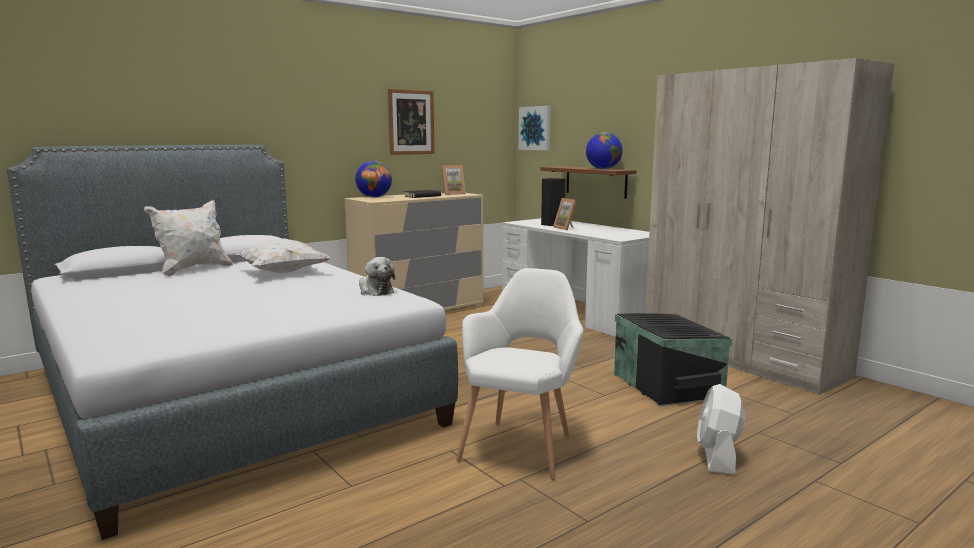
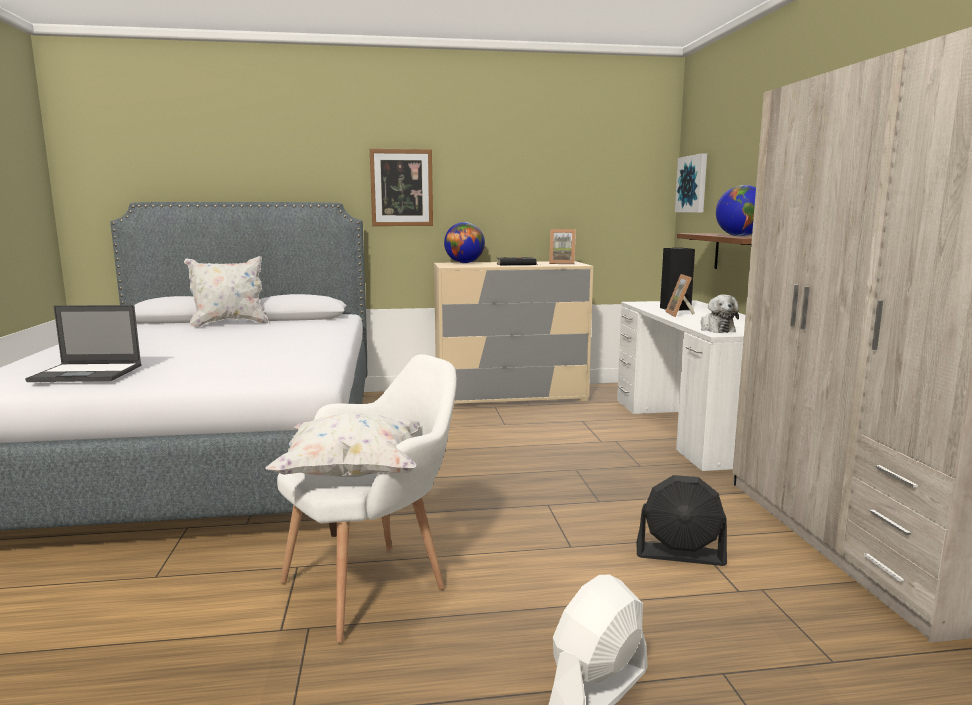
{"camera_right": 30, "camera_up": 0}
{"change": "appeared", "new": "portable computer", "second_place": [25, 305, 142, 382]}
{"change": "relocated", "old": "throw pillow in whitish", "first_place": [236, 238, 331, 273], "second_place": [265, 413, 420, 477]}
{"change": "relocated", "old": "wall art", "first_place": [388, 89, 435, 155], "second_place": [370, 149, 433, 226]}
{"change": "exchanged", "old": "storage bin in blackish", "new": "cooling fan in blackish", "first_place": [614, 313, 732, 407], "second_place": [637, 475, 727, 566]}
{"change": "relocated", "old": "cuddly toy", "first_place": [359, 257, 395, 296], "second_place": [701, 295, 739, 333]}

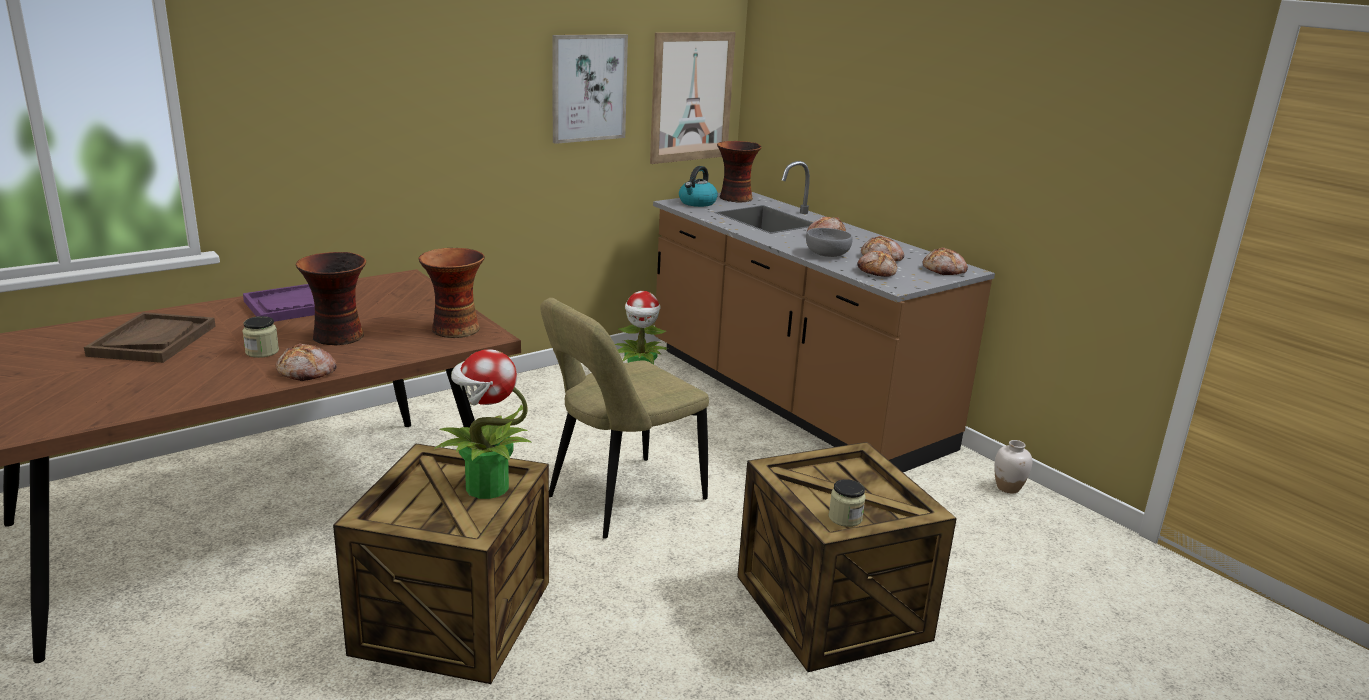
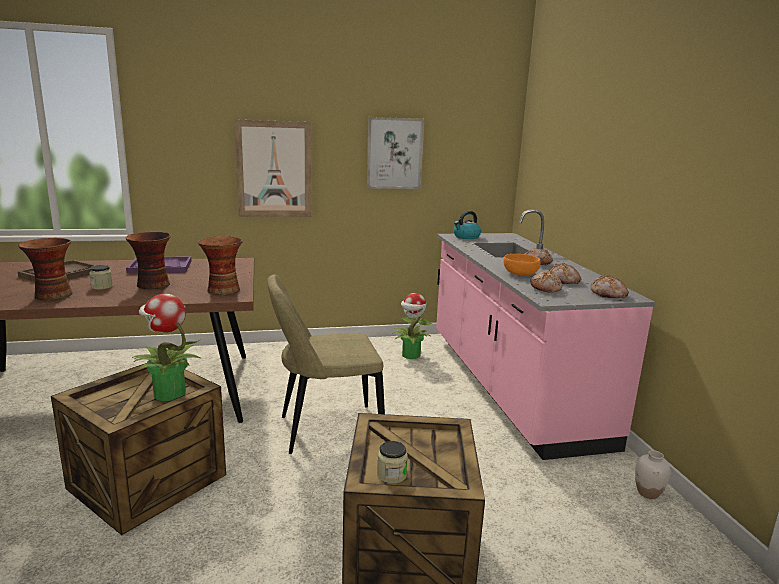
{"camera_right": 25, "camera_up": -5}
{"change": "relocated", "old": "flower vase", "first_place": [717, 141, 762, 202], "second_place": [18, 238, 73, 301]}
{"change": "relocated", "old": "wall art", "first_place": [650, 32, 736, 164], "second_place": [234, 119, 311, 217]}
{"change": "colour", "old": "counter in brown-coloured", "new": "counter in pink-coloured", "first_place": [653, 161, 995, 472], "second_place": [436, 209, 655, 460]}
{"change": "colour", "old": "deep dish in grey", "new": "deep dish in orange", "first_place": [806, 228, 853, 257], "second_place": [503, 254, 541, 276]}
{"change": "missing", "old": "bakery bread", "first_place": [276, 343, 337, 381]}

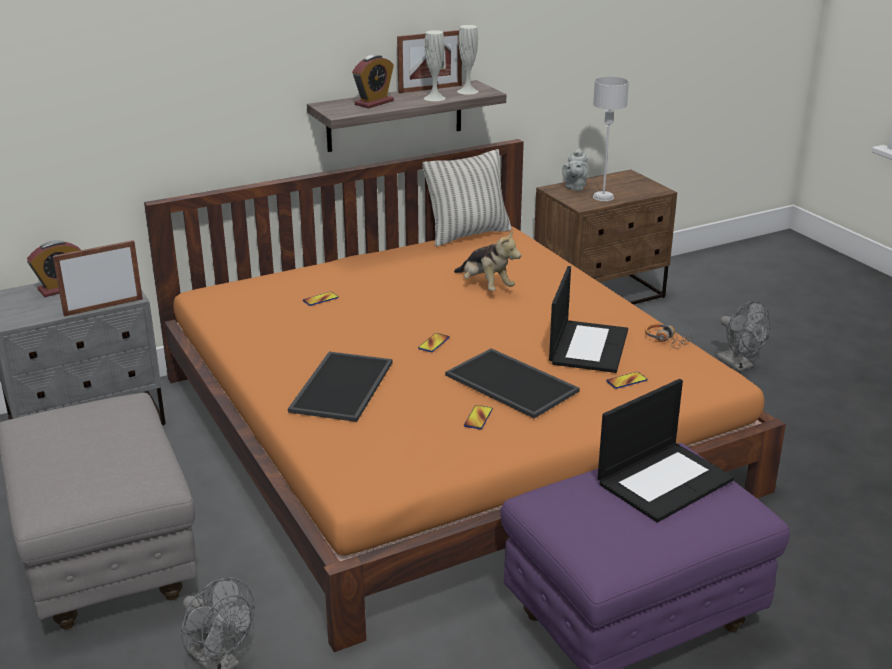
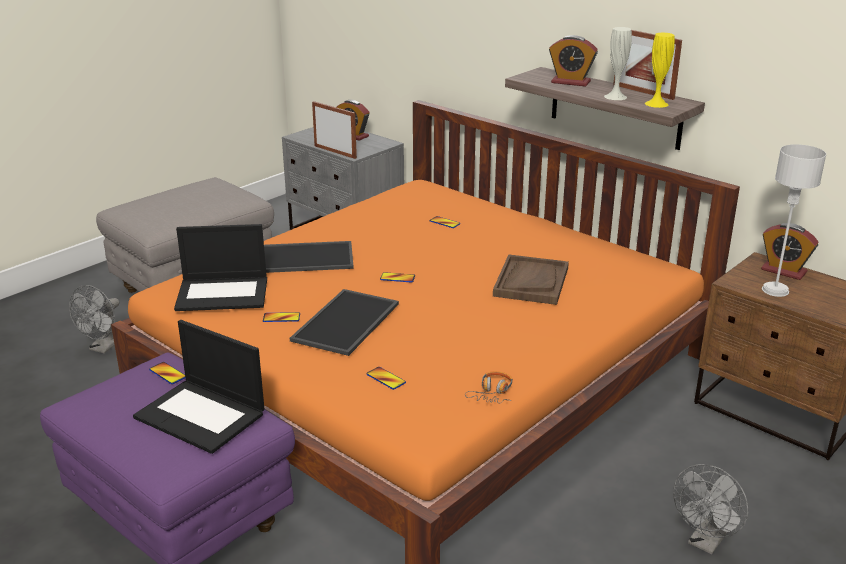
{"camera_right": 70, "camera_up": 0}
{"change": "appeared", "new": "phone", "second_place": [149, 362, 185, 384]}
{"change": "relocated", "old": "portable computer", "first_place": [549, 266, 628, 373], "second_place": [174, 224, 267, 311]}
{"change": "exchanged", "old": "cuddly toy", "new": "serving tray in brown-coloured", "first_place": [454, 229, 521, 291], "second_place": [493, 254, 569, 305]}
{"change": "colour", "old": "flower vase in whitish", "new": "flower vase in yellow-coloured", "first_place": [457, 25, 479, 95], "second_place": [645, 33, 675, 108]}
{"change": "exchanged", "old": "teapot in grey", "new": "bedside clock", "first_place": [562, 148, 589, 191], "second_place": [761, 223, 819, 280]}
{"change": "missing", "old": "throw pillow", "first_place": [423, 149, 512, 246]}

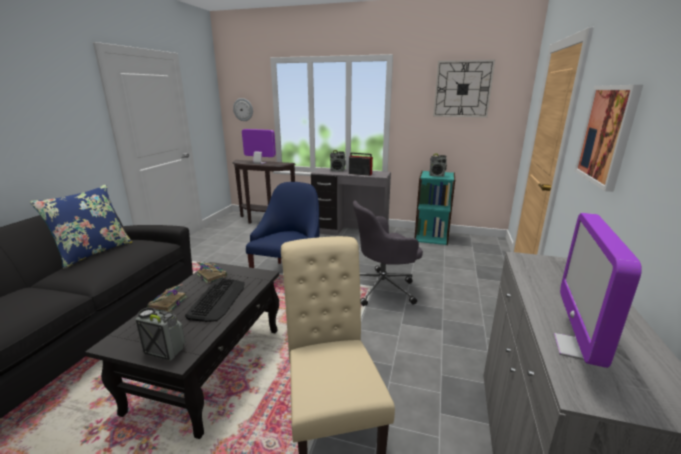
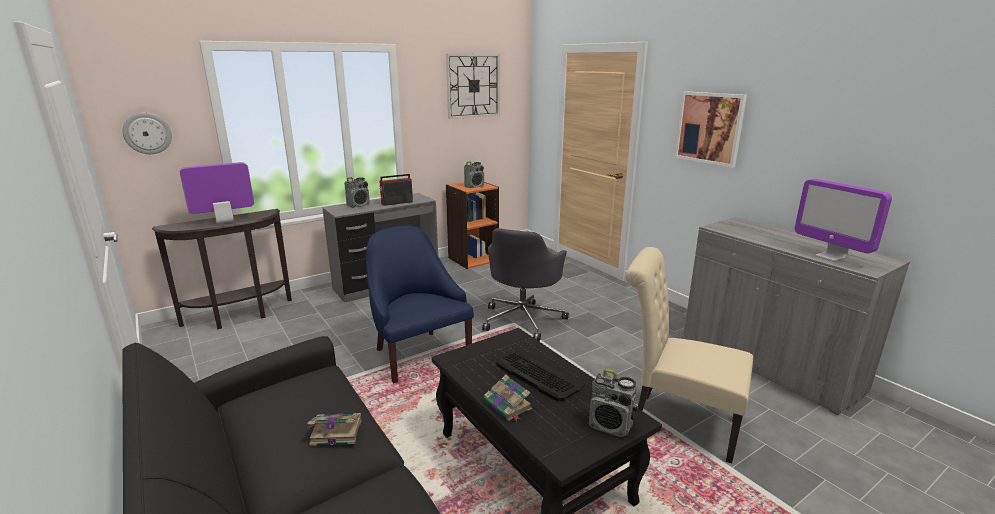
{"camera_right": -50, "camera_up": 0}
{"change": "relocated", "old": "book", "first_place": [197, 262, 227, 284], "second_place": [307, 413, 362, 446]}
{"change": "colour", "old": "bookcase in turquoise", "new": "bookcase in orange", "first_place": [415, 171, 455, 245], "second_place": [446, 182, 499, 269]}
{"change": "spun", "old": "radio set", "first_place": [135, 307, 185, 361], "second_place": [589, 369, 637, 437], "degrees": -120}
{"change": "missing", "old": "throw pillow in blue-coloured", "first_place": [30, 184, 132, 269]}

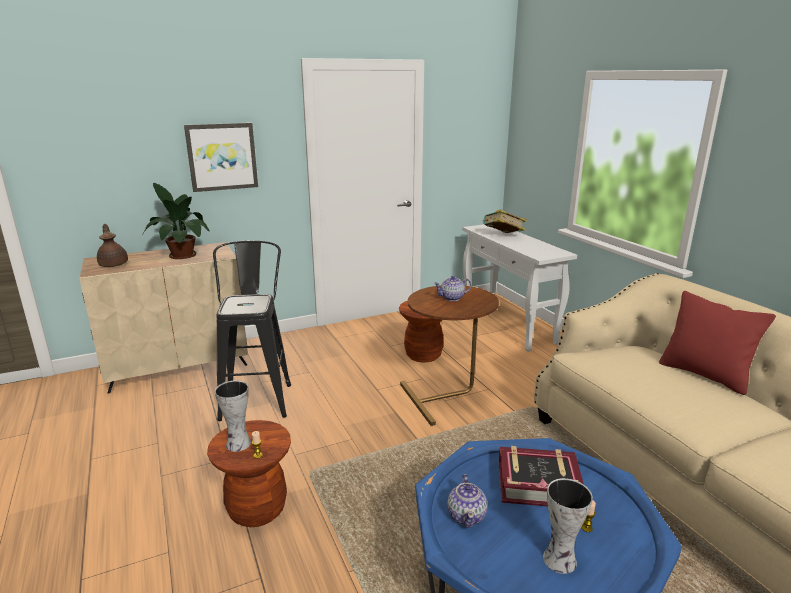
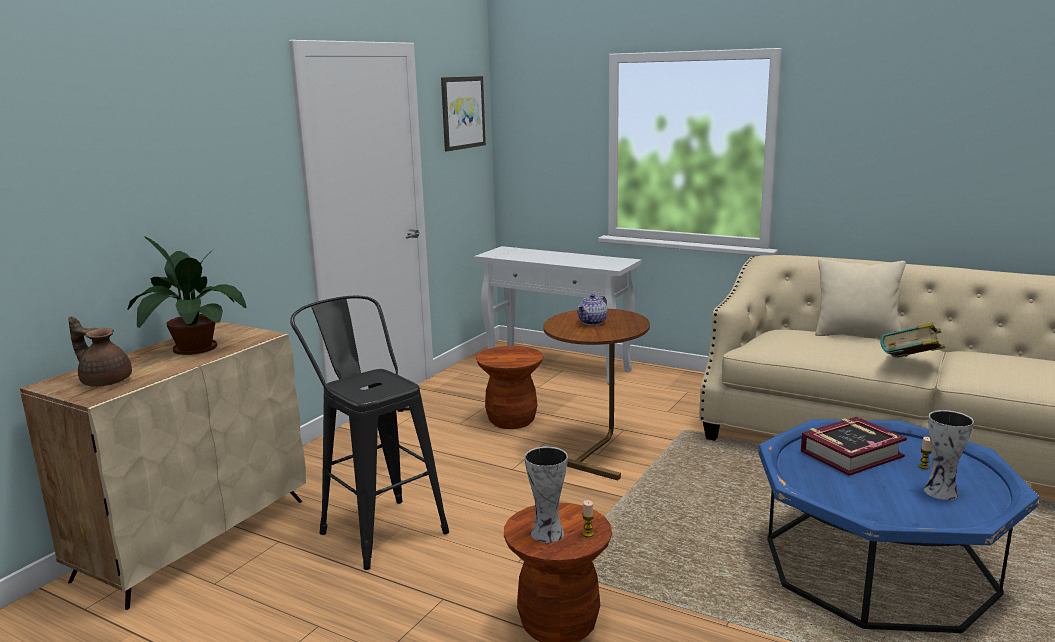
{"camera_right": -35, "camera_up": -5}
{"change": "relocated", "old": "wall art", "first_place": [184, 123, 258, 192], "second_place": [441, 76, 486, 151]}
{"change": "colour", "old": "throw pillow in red-coloured", "new": "throw pillow in beige-coloured", "first_place": [659, 291, 776, 395], "second_place": [815, 259, 906, 336]}
{"change": "relocated", "old": "book", "first_place": [483, 209, 527, 233], "second_place": [880, 322, 946, 358]}
{"change": "missing", "old": "teapot", "first_place": [447, 474, 487, 528]}

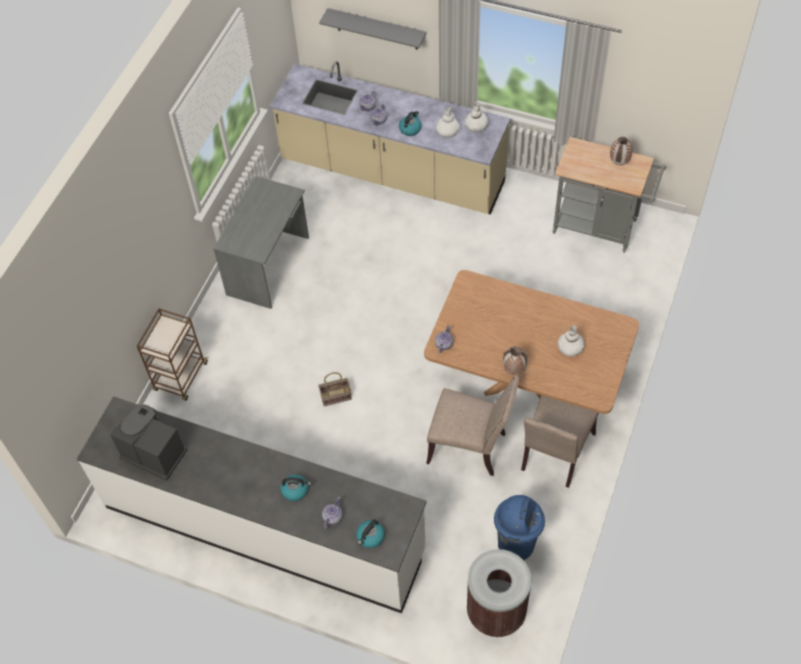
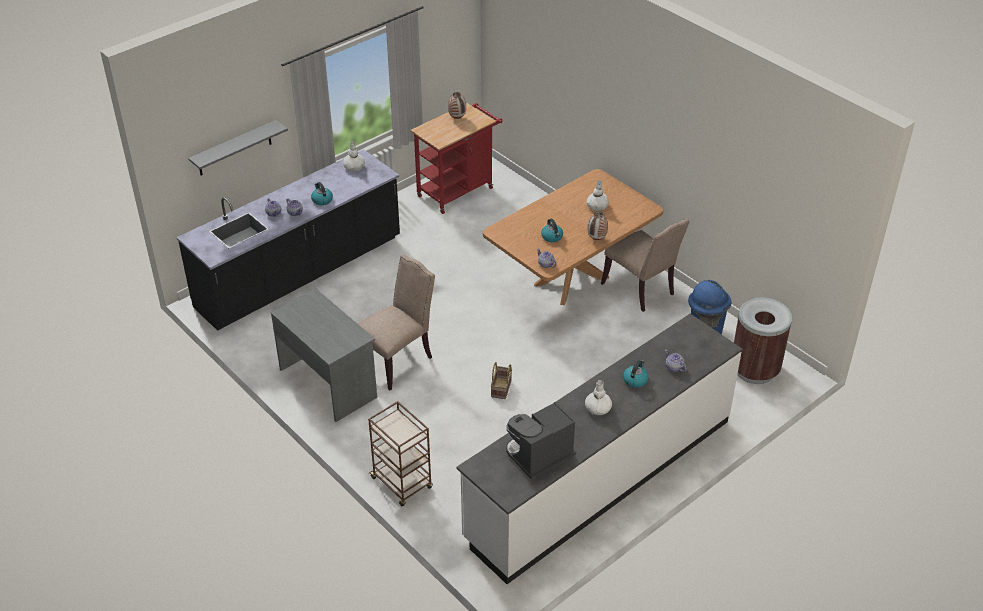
{"camera_right": -65, "camera_up": -15}
{"change": "colour", "old": "counter in beige-coloured", "new": "counter in blackish", "first_place": [269, 61, 510, 215], "second_place": [177, 149, 400, 331]}
{"change": "relocated", "old": "plain chair in beige-coloured", "first_place": [426, 376, 520, 476], "second_place": [358, 254, 435, 390]}
{"change": "colour", "old": "cart in grey", "new": "cart in red-coloured", "first_place": [553, 137, 666, 253], "second_place": [410, 103, 502, 214]}
{"change": "relocated", "old": "tea kettle", "first_place": [356, 519, 385, 548], "second_place": [541, 219, 563, 242]}
{"change": "relocated", "old": "flower vase in whitish", "first_place": [436, 106, 460, 138], "second_place": [585, 380, 612, 415]}

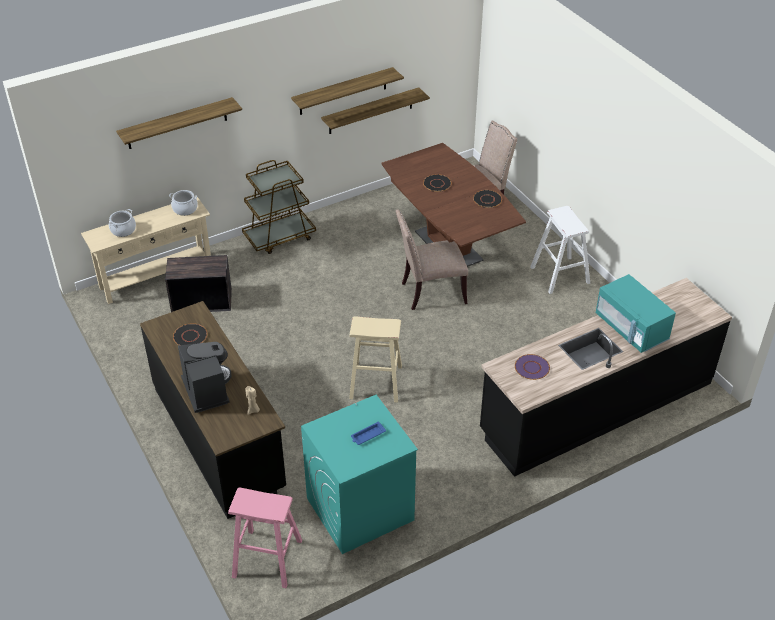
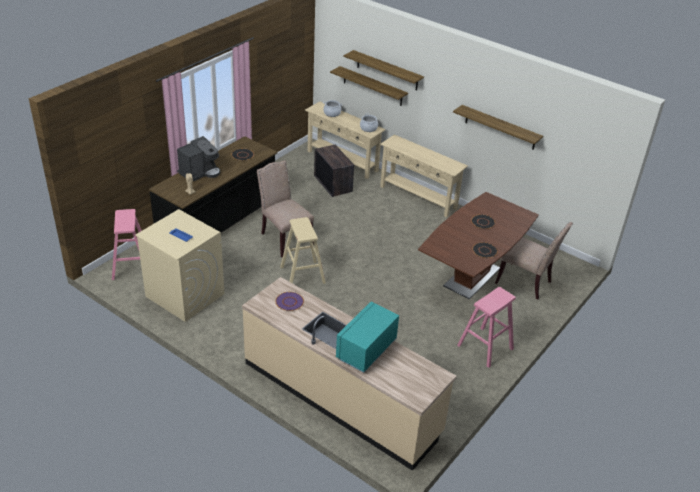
{"camera_right": 65, "camera_up": -5}
{"change": "colour", "old": "washing machine in turquoise", "new": "washing machine in beige-coloured", "first_place": [301, 395, 418, 554], "second_place": [135, 209, 224, 322]}
{"change": "colour", "old": "counter in blackish", "new": "counter in beige-coloured", "first_place": [480, 278, 732, 477], "second_place": [242, 277, 457, 471]}
{"change": "relocated", "old": "plain chair in beige-coloured", "first_place": [396, 210, 468, 310], "second_place": [257, 161, 314, 257]}
{"change": "relocated", "old": "bracket shelf", "first_place": [321, 87, 430, 134], "second_place": [330, 66, 408, 106]}
{"change": "exchanged", "old": "cart in brown-coloured", "new": "console table in beige-coloured", "first_place": [242, 160, 316, 254], "second_place": [380, 134, 468, 217]}
{"change": "colour", "old": "sitting stool in whitish", "new": "sitting stool in pink-coloured", "first_place": [530, 206, 590, 294], "second_place": [457, 287, 516, 368]}

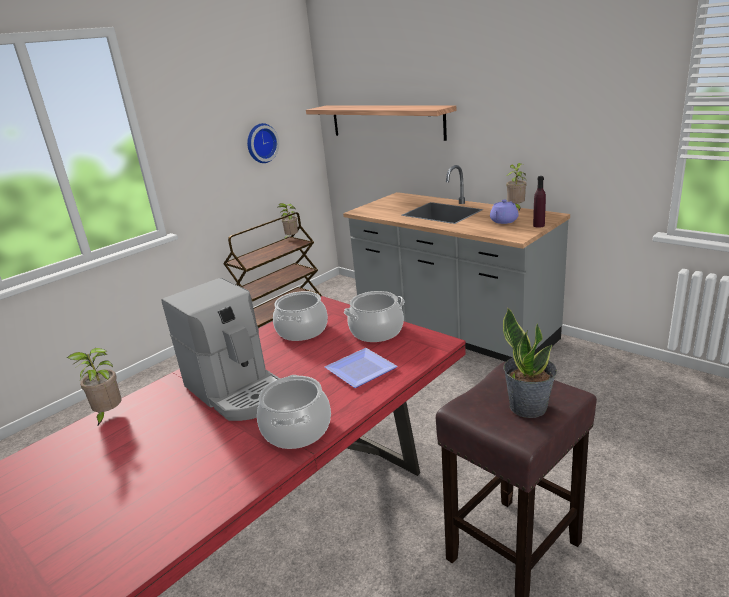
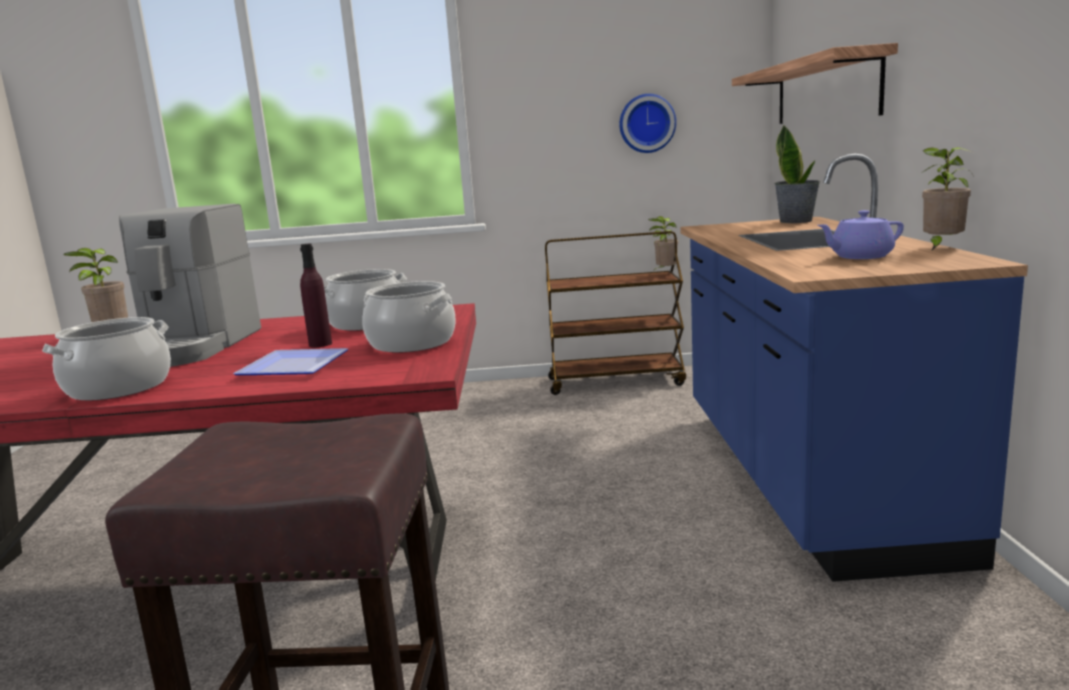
{"camera_right": 45, "camera_up": -10}
{"change": "relocated", "old": "beverage bottle in purplish", "first_place": [533, 176, 546, 228], "second_place": [300, 244, 332, 348]}
{"change": "colour", "old": "counter in grey", "new": "counter in blue-coloured", "first_place": [343, 165, 570, 362], "second_place": [680, 154, 1028, 582]}
{"change": "relocated", "old": "houseplant", "first_place": [503, 307, 557, 418], "second_place": [775, 125, 820, 223]}

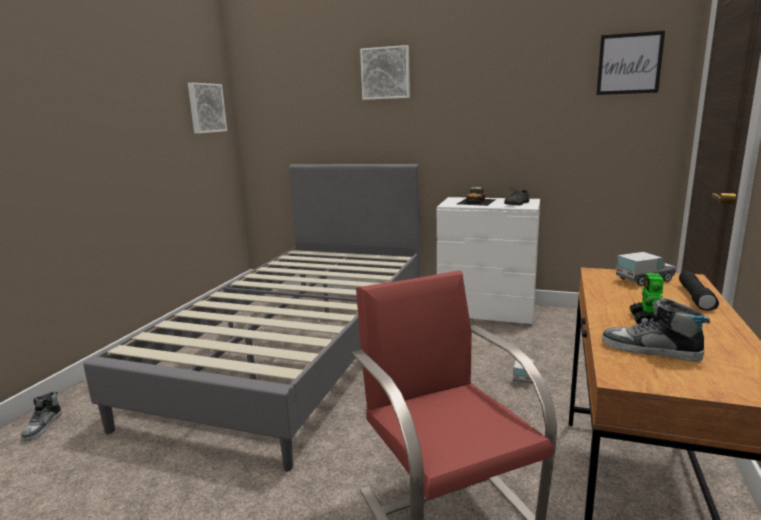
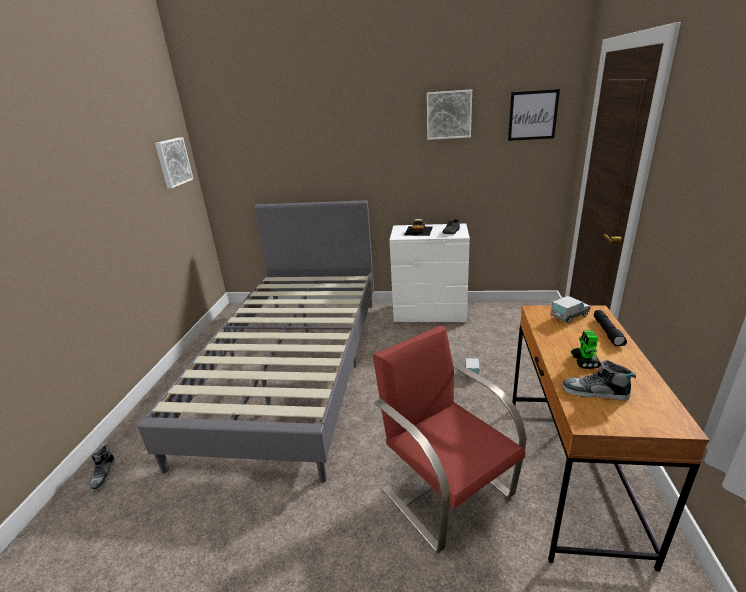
{"camera_right": -10, "camera_up": 10}
{"change": "relocated", "old": "wall art", "first_place": [360, 45, 410, 100], "second_place": [427, 89, 472, 140]}

